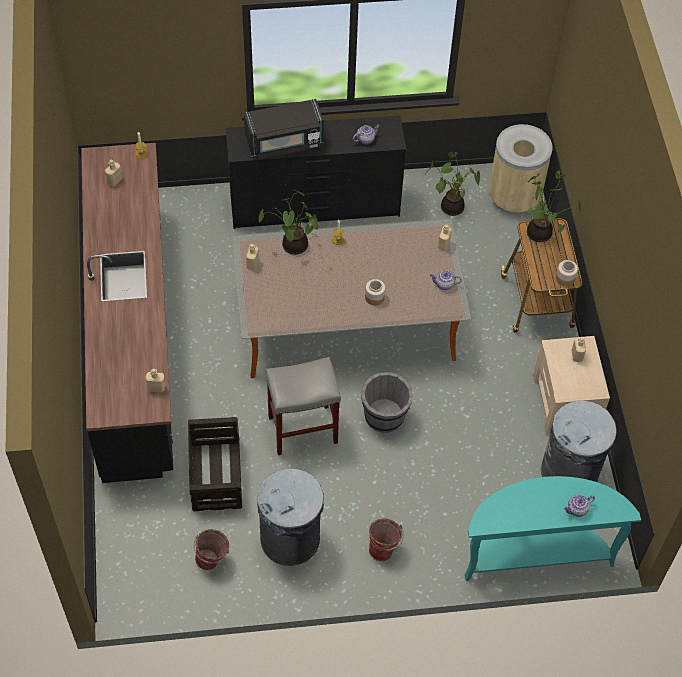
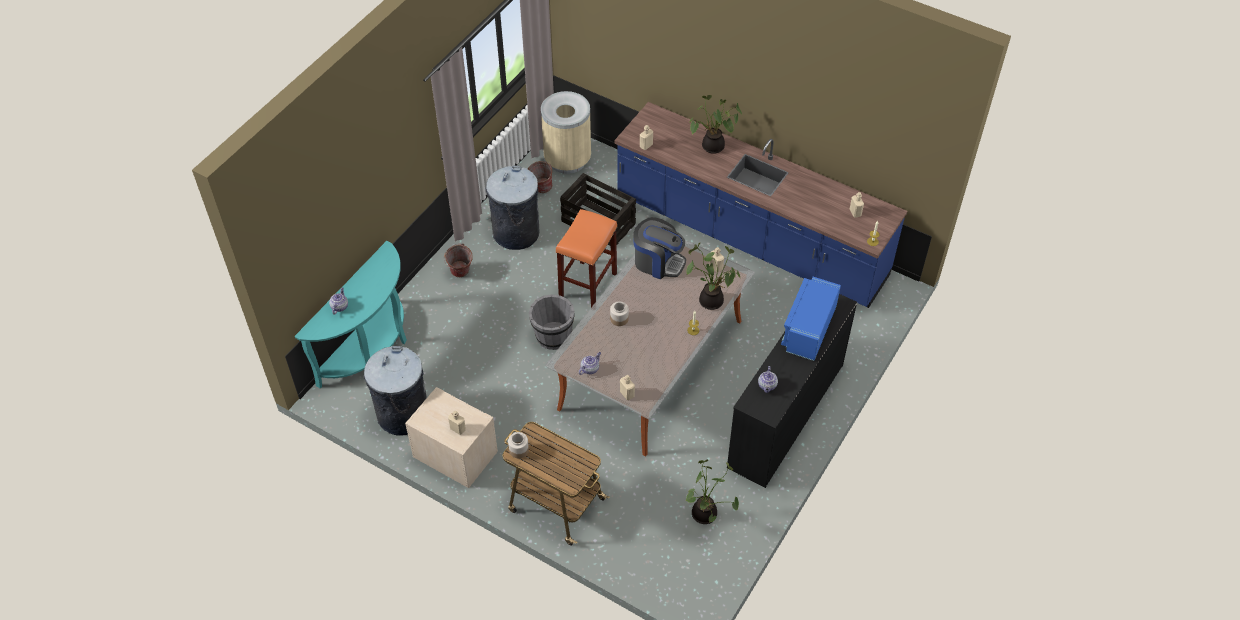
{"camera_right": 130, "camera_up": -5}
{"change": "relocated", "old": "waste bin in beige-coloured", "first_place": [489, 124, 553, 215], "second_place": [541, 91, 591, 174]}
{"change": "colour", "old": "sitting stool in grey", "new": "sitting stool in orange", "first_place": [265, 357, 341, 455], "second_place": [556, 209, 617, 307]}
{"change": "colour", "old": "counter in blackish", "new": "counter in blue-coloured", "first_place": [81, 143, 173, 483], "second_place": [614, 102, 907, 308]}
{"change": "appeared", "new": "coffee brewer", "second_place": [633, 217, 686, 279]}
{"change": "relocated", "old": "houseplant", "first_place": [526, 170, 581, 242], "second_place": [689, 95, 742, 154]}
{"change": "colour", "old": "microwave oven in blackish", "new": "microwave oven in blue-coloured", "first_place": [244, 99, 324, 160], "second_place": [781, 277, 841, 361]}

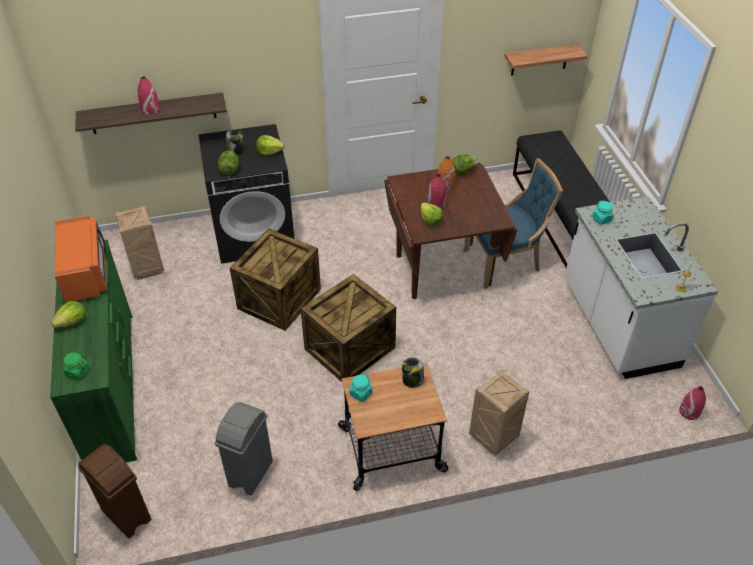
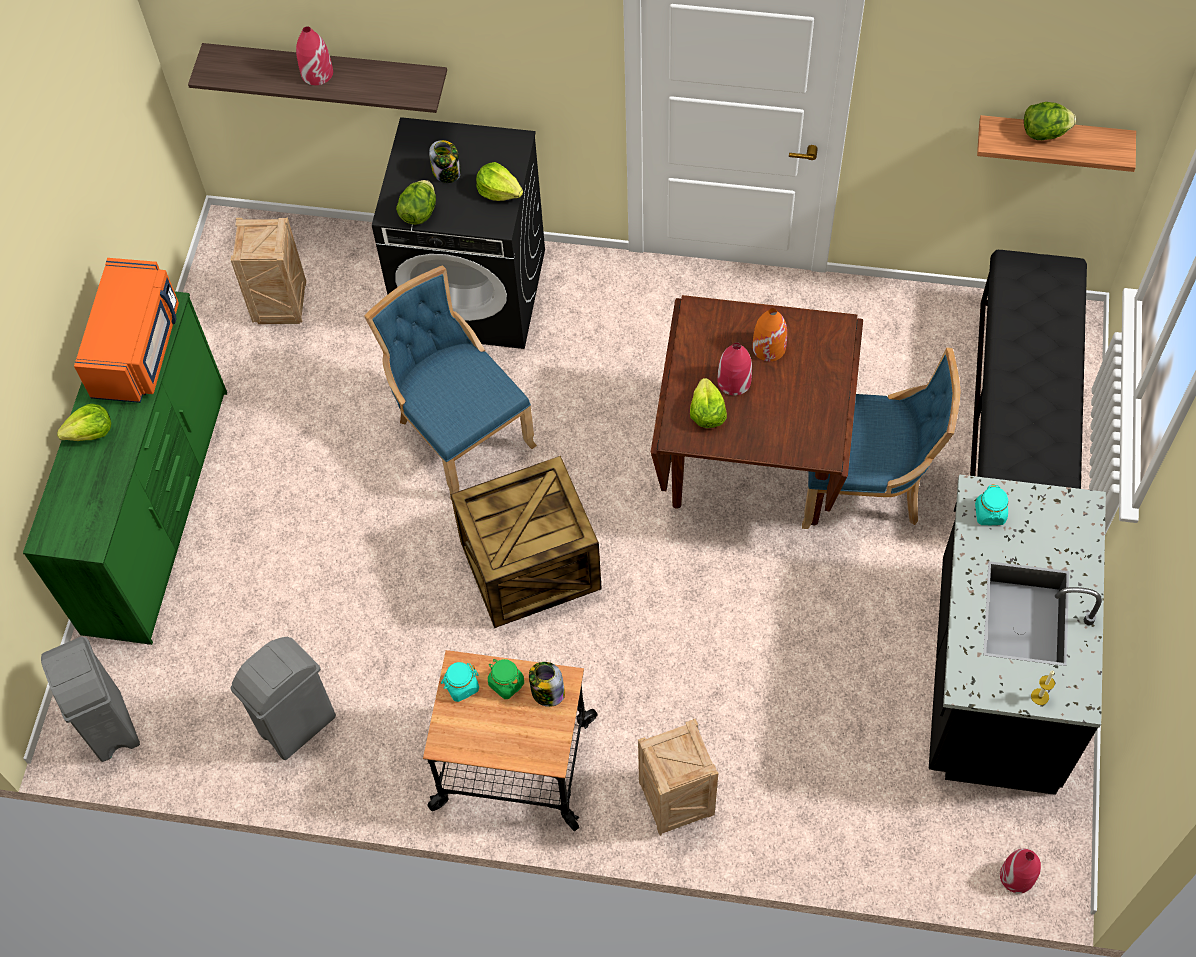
{"camera_right": 25, "camera_up": 15}
{"change": "colour", "old": "waste bin in brown-coloured", "new": "waste bin in grey", "first_place": [78, 444, 151, 538], "second_place": [41, 637, 140, 762]}
{"change": "exchanged", "old": "shipping crate", "new": "plain chair in blue-coloured", "first_place": [230, 229, 321, 331], "second_place": [364, 265, 537, 499]}
{"change": "relocated", "old": "preserve jar in green", "first_place": [62, 352, 90, 380], "second_place": [488, 659, 524, 699]}
{"change": "colour", "old": "counter in whitish", "new": "counter in blackish", "first_place": [564, 196, 718, 379], "second_place": [929, 474, 1106, 795]}
{"change": "relocated", "old": "lettuce head", "first_place": [452, 154, 477, 175], "second_place": [1024, 102, 1076, 140]}

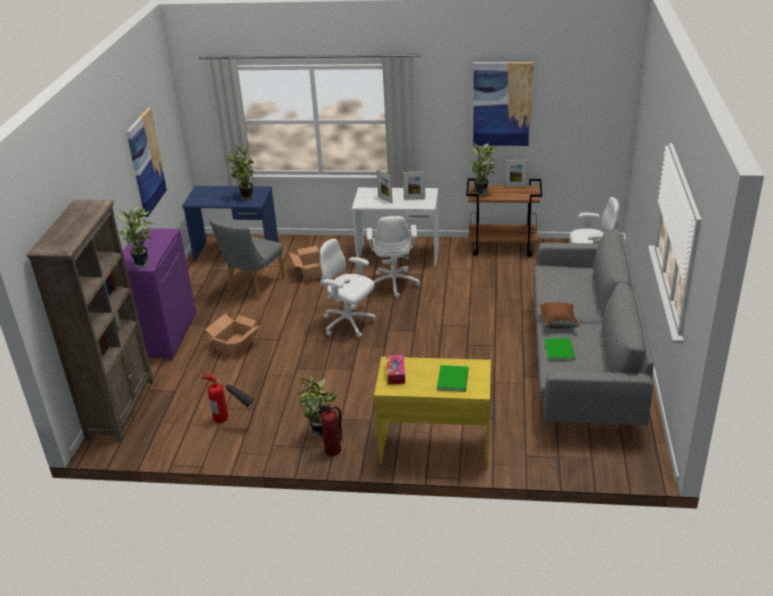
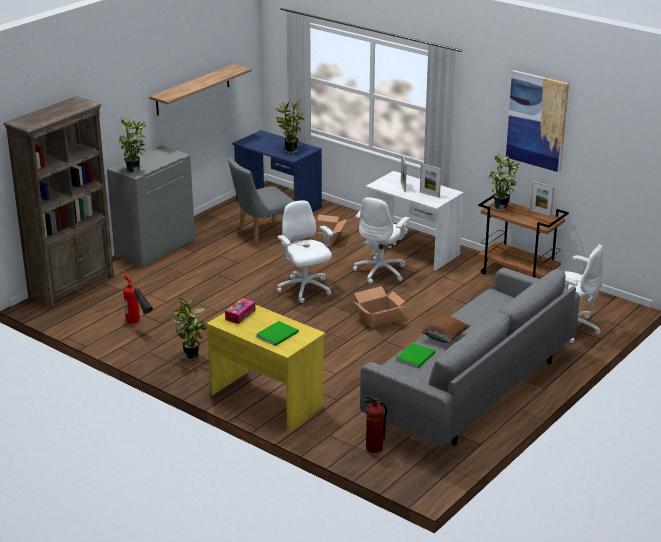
{"camera_right": 30, "camera_up": -5}
{"change": "colour", "old": "storage cabinet in purplish", "new": "storage cabinet in grey", "first_place": [123, 228, 196, 360], "second_place": [107, 145, 195, 268]}
{"change": "exchanged", "old": "wall art", "new": "bracket shelf", "first_place": [126, 108, 167, 217], "second_place": [149, 64, 251, 116]}
{"change": "relocated", "old": "cardboard box", "first_place": [205, 314, 261, 356], "second_place": [354, 286, 405, 328]}
{"change": "relocated", "old": "fire extinguisher", "first_place": [317, 404, 343, 456], "second_place": [364, 395, 387, 453]}

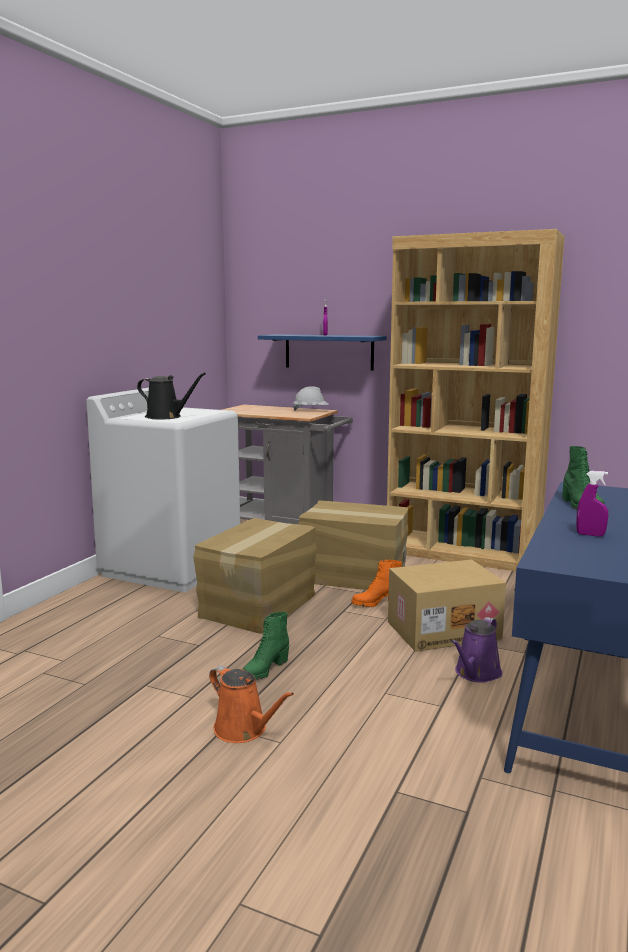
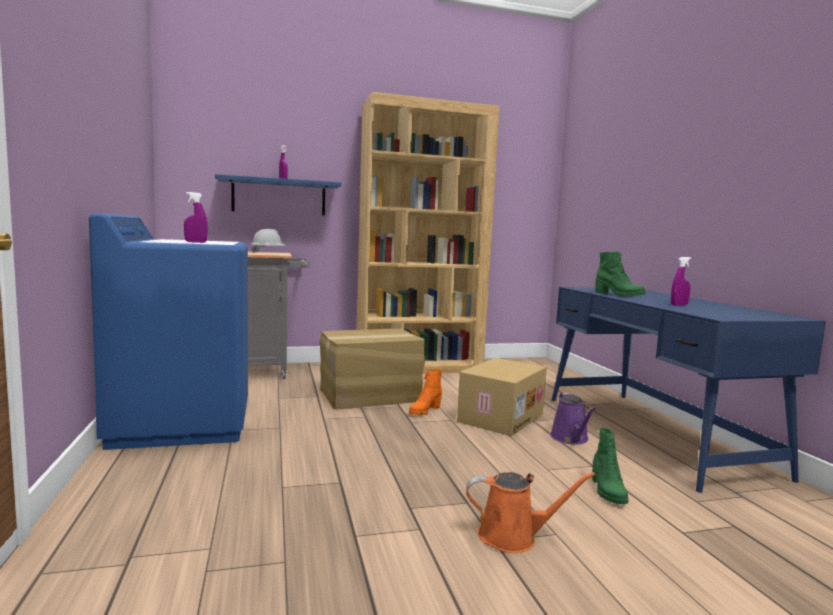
{"camera_right": -40, "camera_up": -5}
{"change": "colour", "old": "washing machine in whitish", "new": "washing machine in blue-coloured", "first_place": [86, 388, 240, 592], "second_place": [89, 213, 248, 450]}
{"change": "exchanged", "old": "watering can in blackish", "new": "sprayer in purplish", "first_place": [137, 373, 206, 419], "second_place": [184, 192, 207, 243]}
{"change": "relocated", "old": "high-top boot in green", "first_place": [243, 612, 289, 680], "second_place": [592, 428, 629, 504]}
{"change": "missing", "old": "cardboard box", "first_place": [193, 518, 317, 634]}

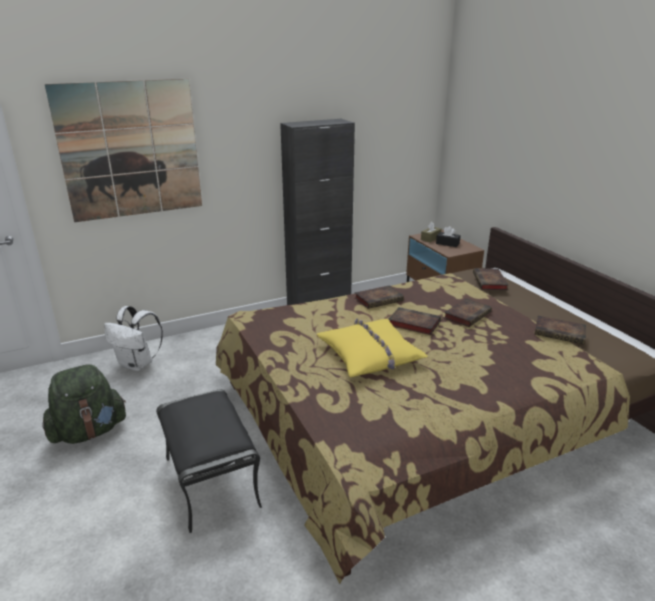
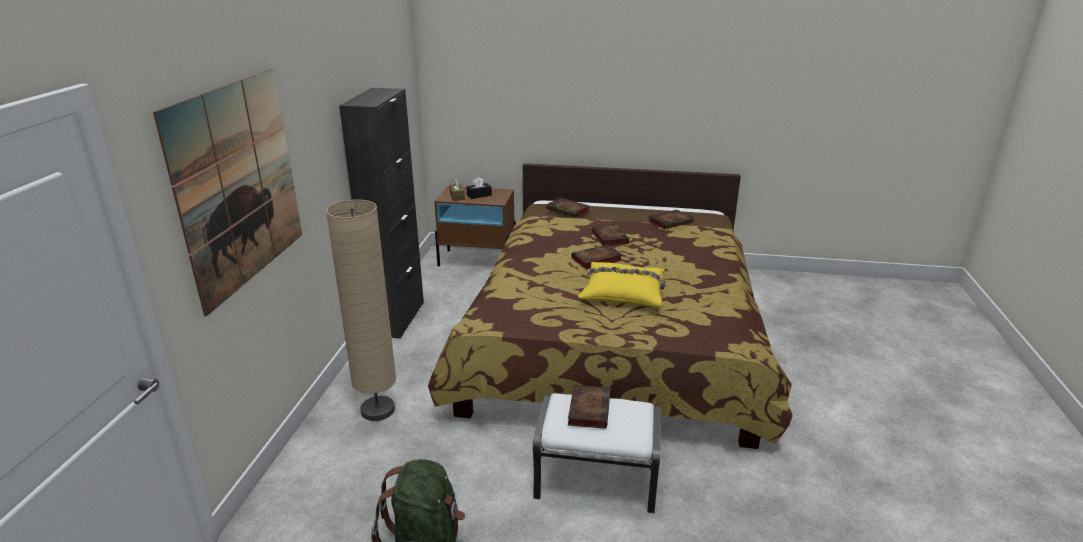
{"camera_right": -55, "camera_up": 0}
{"change": "appeared", "new": "standing lamp in beige-coloured", "second_place": [326, 199, 396, 421]}
{"change": "colour", "old": "footrest in blackish", "new": "footrest in whitish", "first_place": [156, 389, 262, 533], "second_place": [533, 393, 661, 513]}
{"change": "relocated", "old": "book", "first_place": [355, 286, 404, 309], "second_place": [568, 385, 611, 429]}
{"change": "missing", "old": "knapsack in whitish", "first_place": [104, 306, 163, 371]}

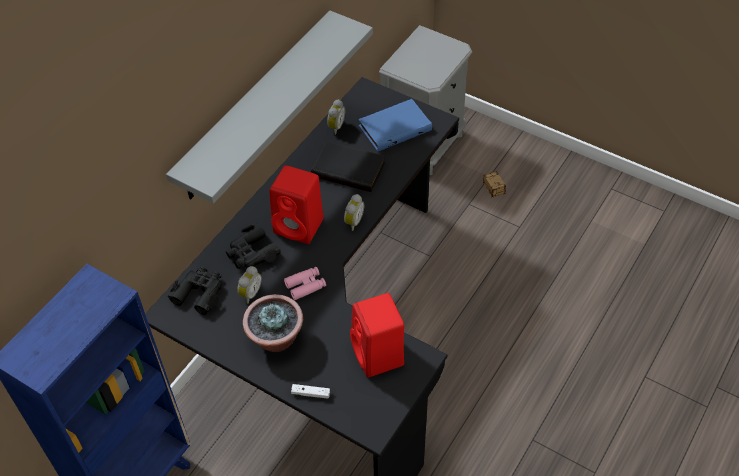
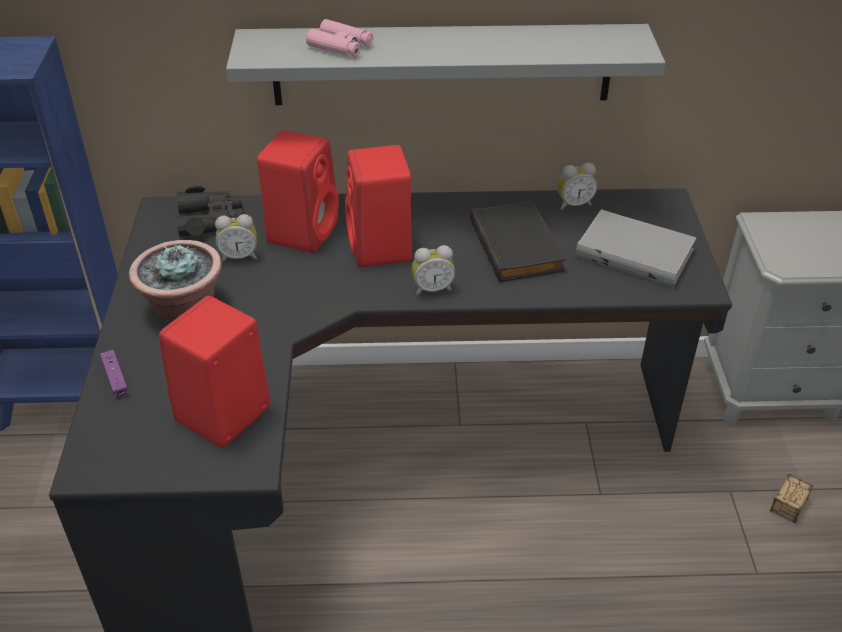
{"camera_right": 55, "camera_up": -10}
{"change": "colour", "old": "gamepad in whitish", "new": "gamepad in purplish", "first_place": [291, 384, 330, 399], "second_place": [100, 350, 128, 398]}
{"change": "exchanged", "old": "field glasses in blackish", "new": "loudspeaker in red-coloured", "first_place": [225, 223, 281, 269], "second_place": [257, 130, 339, 253]}
{"change": "relocated", "old": "field glasses in pink-coloured", "first_place": [284, 267, 326, 300], "second_place": [306, 19, 373, 57]}
{"change": "colour", "old": "book in blue-coloured", "new": "book in grey", "first_place": [359, 99, 432, 152], "second_place": [575, 209, 696, 287]}

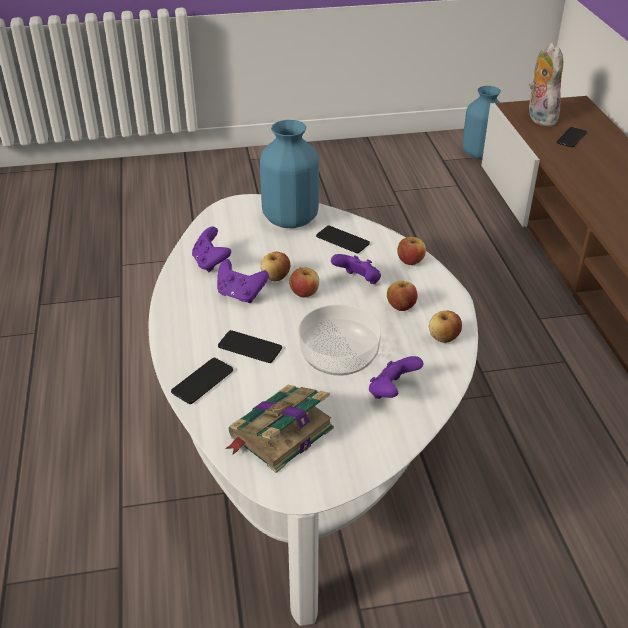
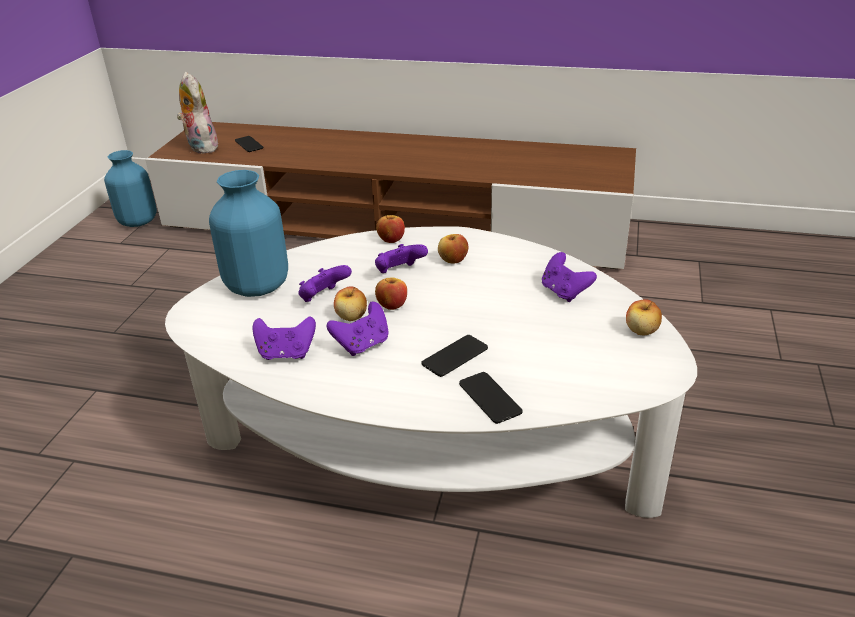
{"camera_right": -65, "camera_up": -5}
{"change": "spun", "old": "cuddly toy", "first_place": [528, 42, 563, 126], "second_place": [177, 72, 221, 154], "degrees": 45}
{"change": "appeared", "new": "gamepad in purplish", "second_place": [298, 265, 352, 302]}
{"change": "relocated", "old": "whole apple", "first_place": [429, 311, 462, 343], "second_place": [626, 299, 662, 335]}
{"change": "missing", "old": "book", "first_place": [225, 385, 334, 473]}
{"change": "missing", "old": "deep dish", "first_place": [298, 304, 381, 376]}
{"change": "missing", "old": "phone", "first_place": [316, 225, 370, 253]}

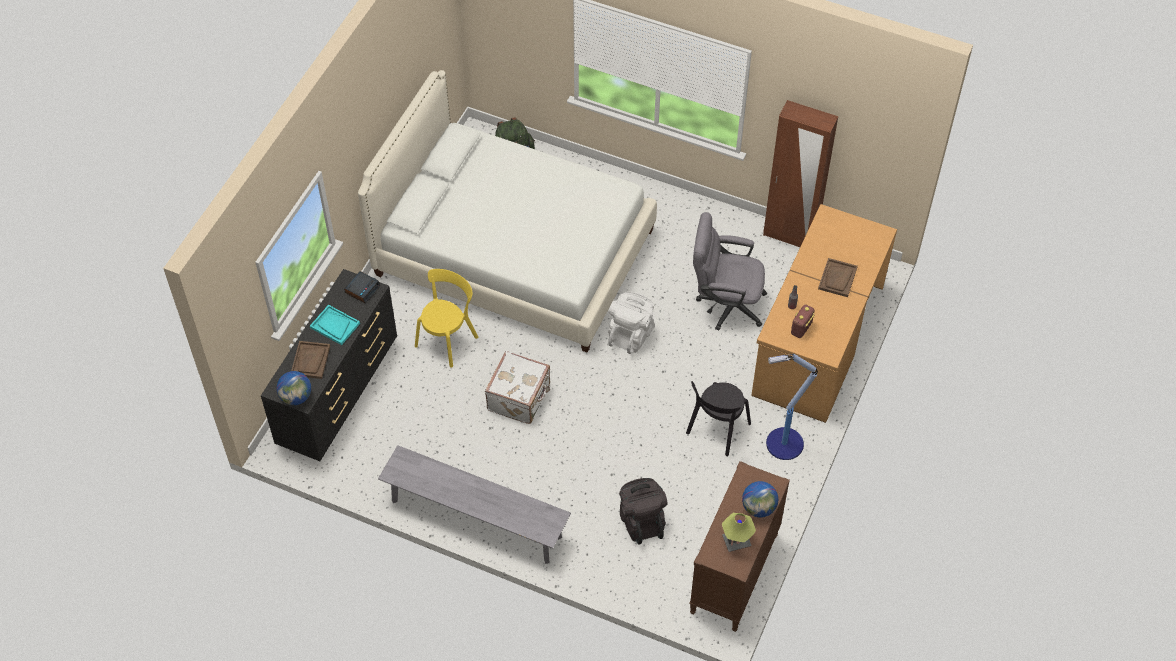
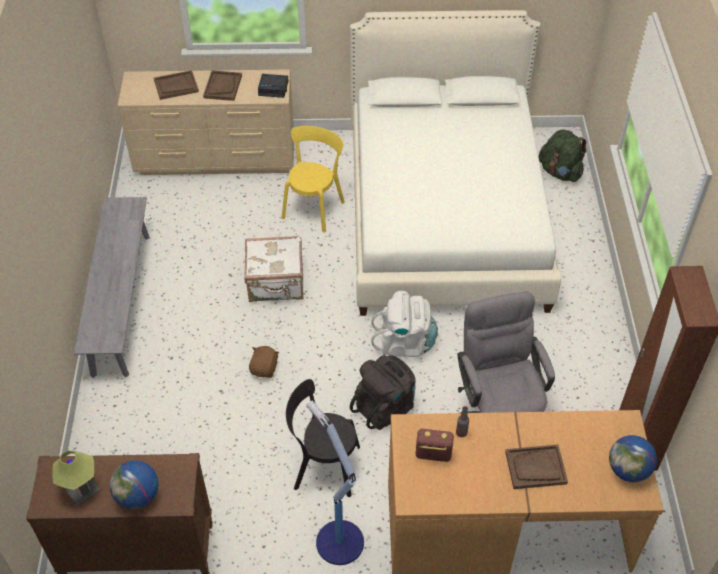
{"camera_right": 65, "camera_up": -5}
{"change": "colour", "old": "chest of drawers in blackish", "new": "chest of drawers in beige-coloured", "first_place": [261, 269, 397, 461], "second_place": [118, 69, 294, 175]}
{"change": "colour", "old": "serving tray in turquoise", "new": "serving tray in brown-coloured", "first_place": [310, 305, 360, 345], "second_place": [203, 70, 242, 101]}
{"change": "appeared", "new": "cuddly toy in brown-coloured", "second_place": [249, 346, 279, 378]}
{"change": "spun", "old": "plain chair in yellow-coloured", "first_place": [415, 269, 478, 368], "second_place": [282, 126, 345, 233], "degrees": -75}
{"change": "relocated", "old": "knapsack in blackish", "first_place": [619, 478, 668, 545], "second_place": [350, 355, 415, 430]}
{"change": "relocated", "old": "world globe", "first_place": [277, 371, 311, 405], "second_place": [609, 435, 657, 482]}

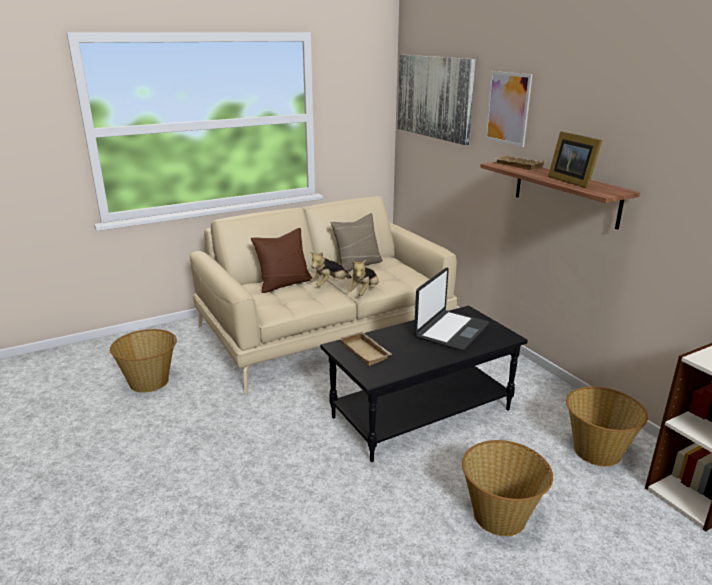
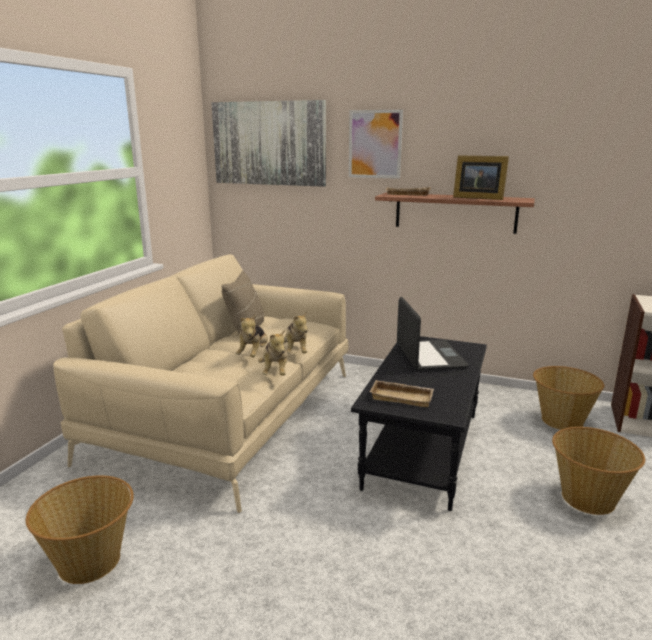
{"camera_right": -40, "camera_up": -5}
{"change": "appeared", "new": "cuddly toy", "second_place": [258, 330, 288, 376]}
{"change": "missing", "old": "throw pillow in brown-coloured", "first_place": [251, 228, 312, 293]}

